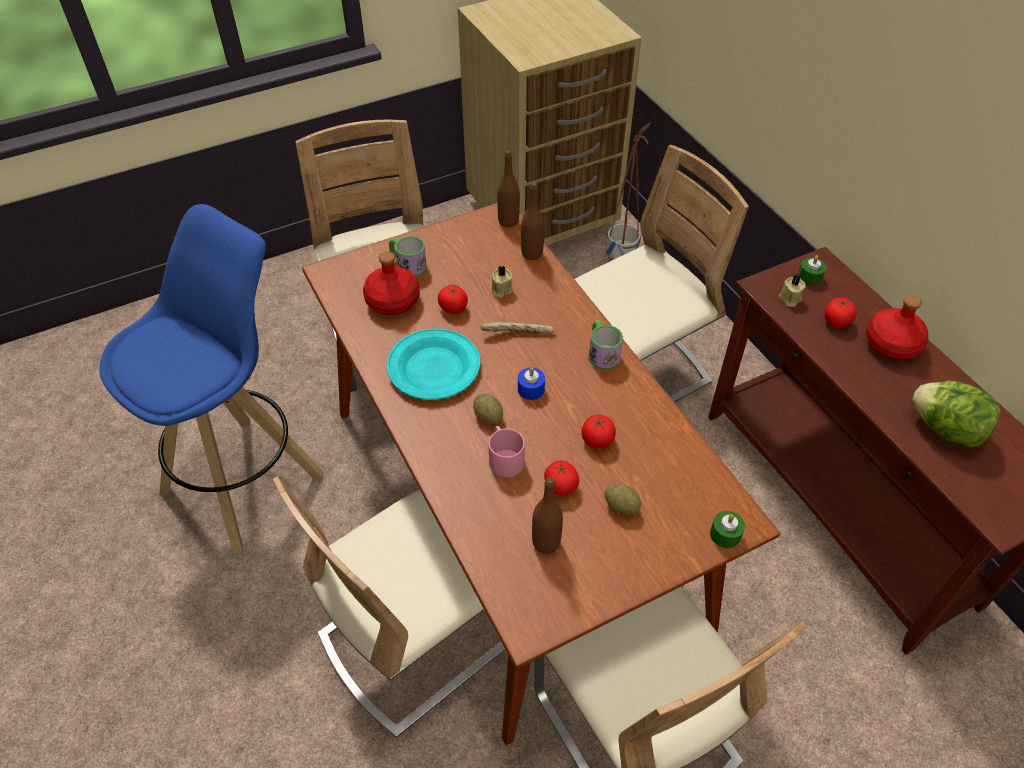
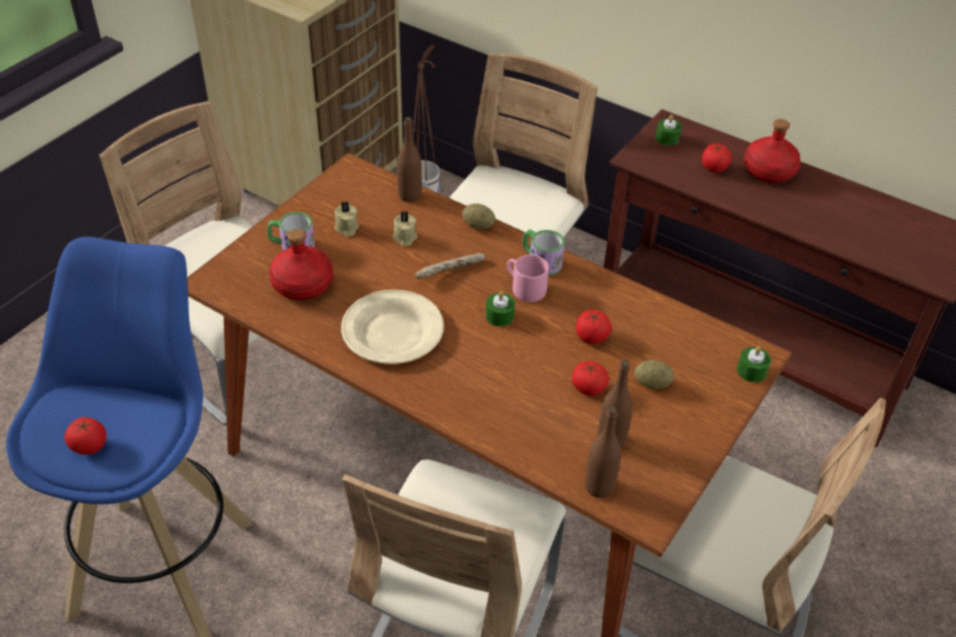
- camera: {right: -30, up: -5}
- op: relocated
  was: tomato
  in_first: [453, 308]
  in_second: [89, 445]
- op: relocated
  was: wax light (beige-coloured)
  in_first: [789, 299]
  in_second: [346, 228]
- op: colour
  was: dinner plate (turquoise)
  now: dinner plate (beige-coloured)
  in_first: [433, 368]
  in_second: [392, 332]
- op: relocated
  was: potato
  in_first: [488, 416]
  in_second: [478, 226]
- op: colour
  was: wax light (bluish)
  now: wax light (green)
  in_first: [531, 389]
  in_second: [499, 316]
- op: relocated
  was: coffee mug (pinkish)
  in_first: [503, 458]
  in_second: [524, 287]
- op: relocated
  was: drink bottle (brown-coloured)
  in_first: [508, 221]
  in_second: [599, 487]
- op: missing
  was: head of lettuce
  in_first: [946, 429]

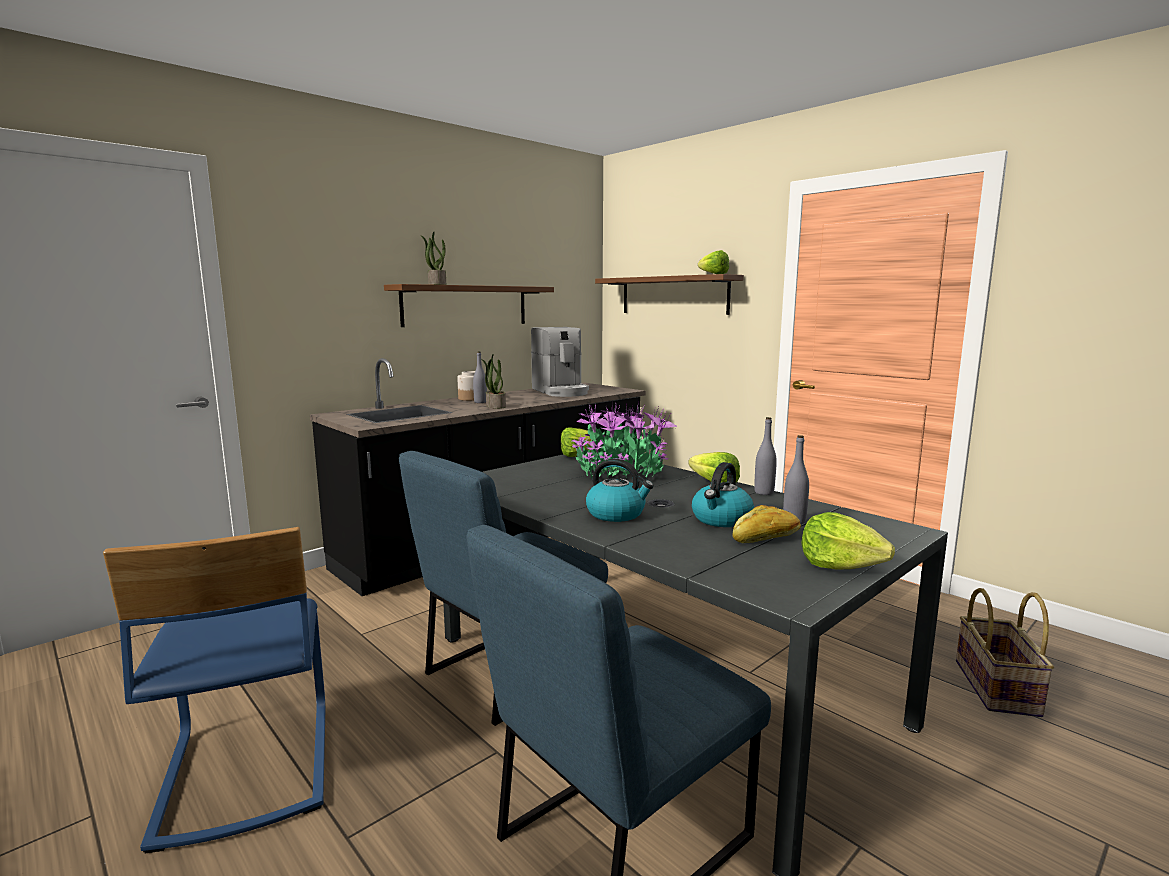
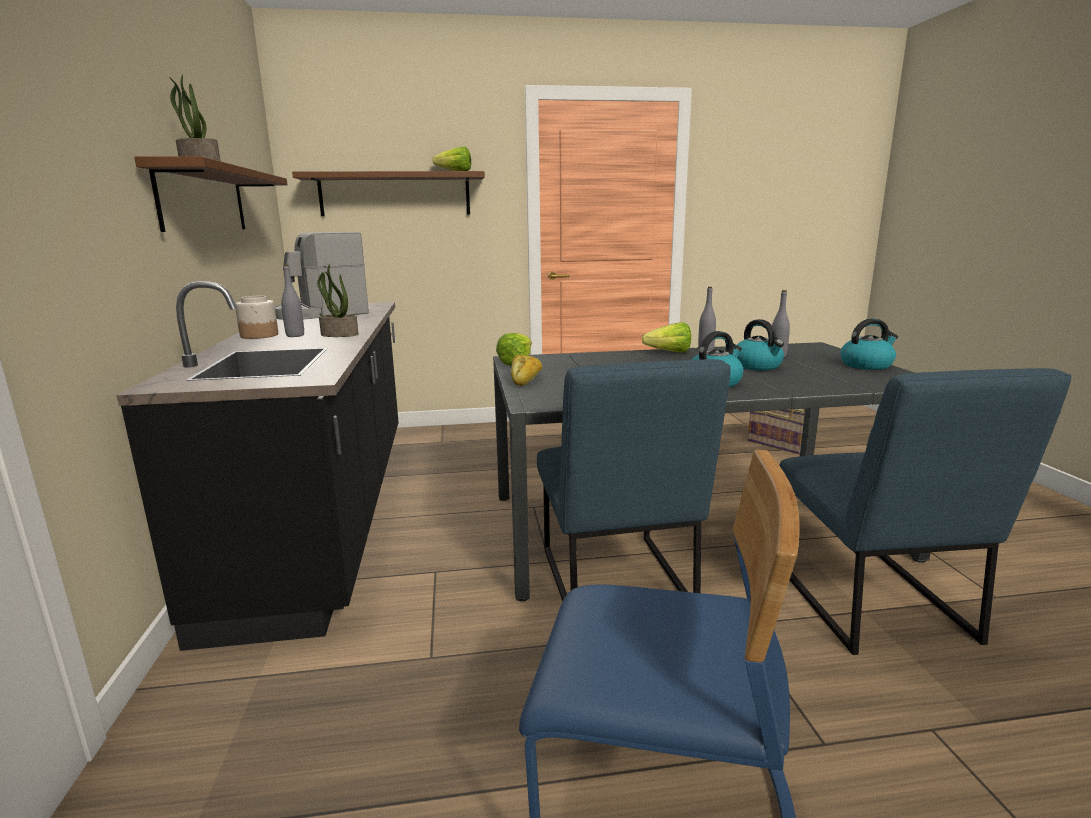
- camera: {right: -55, up: 5}
- op: spun
  was: coffee brewer
  in_first: [561, 391]
  in_second: [322, 314]
  clockwise: 135
- op: relocated
  was: bakery bread
  in_first: [766, 538]
  in_second: [526, 379]
- op: exchanged
  was: head of lettuce
  now: water kettle
  in_first: [840, 564]
  in_second: [866, 365]
- op: missing
  was: houseplant
  in_first: [621, 473]

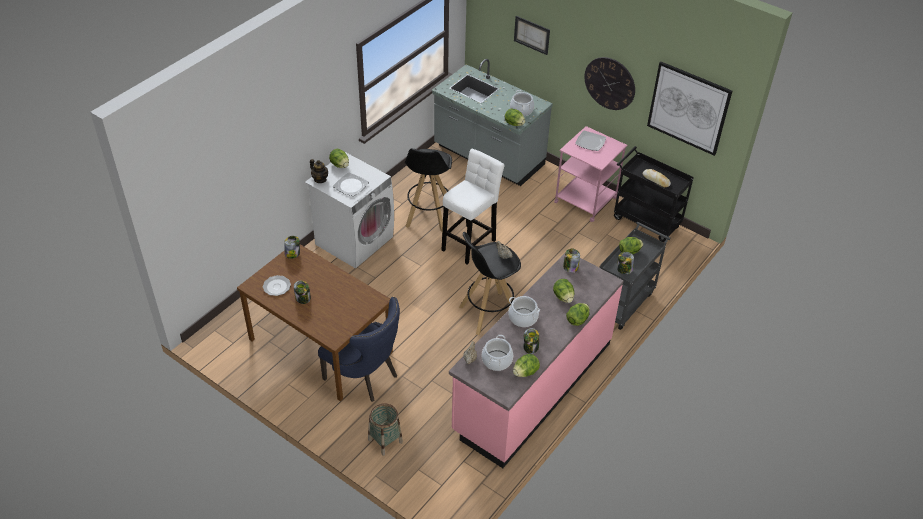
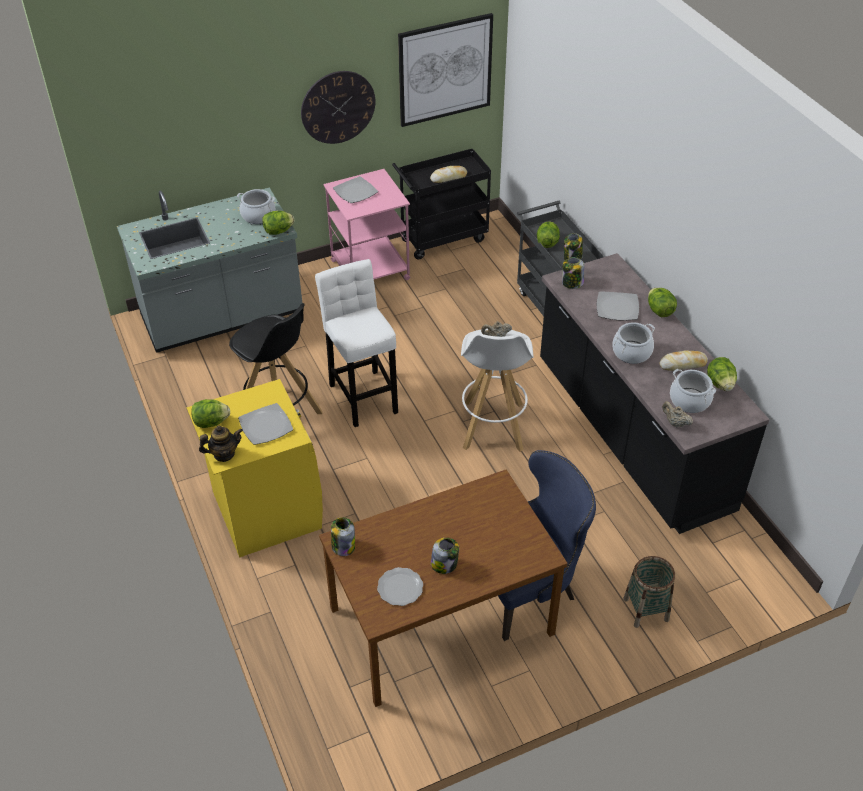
- camera: {right: -60, up: 0}
- op: colour
  was: laundry machine (white)
  now: laundry machine (yellow)
  in_first: [354, 239]
  in_second: [264, 509]
- op: colour
  was: stool seat (blackish)
  now: stool seat (white)
  in_first: [488, 313]
  in_second: [493, 426]
- op: colour
  was: counter (pinkish)
  now: counter (blackish)
  in_first: [532, 386]
  in_second: [631, 435]
- op: exchanged
  was: head of lettuce
  now: dinner plate
  in_first: [563, 297]
  in_second: [617, 307]
- op: exchanged
  was: storage jar
  now: bakery bread
  in_first: [531, 347]
  in_second: [683, 364]
- op: missing
  was: wall picture
  in_first: [532, 35]

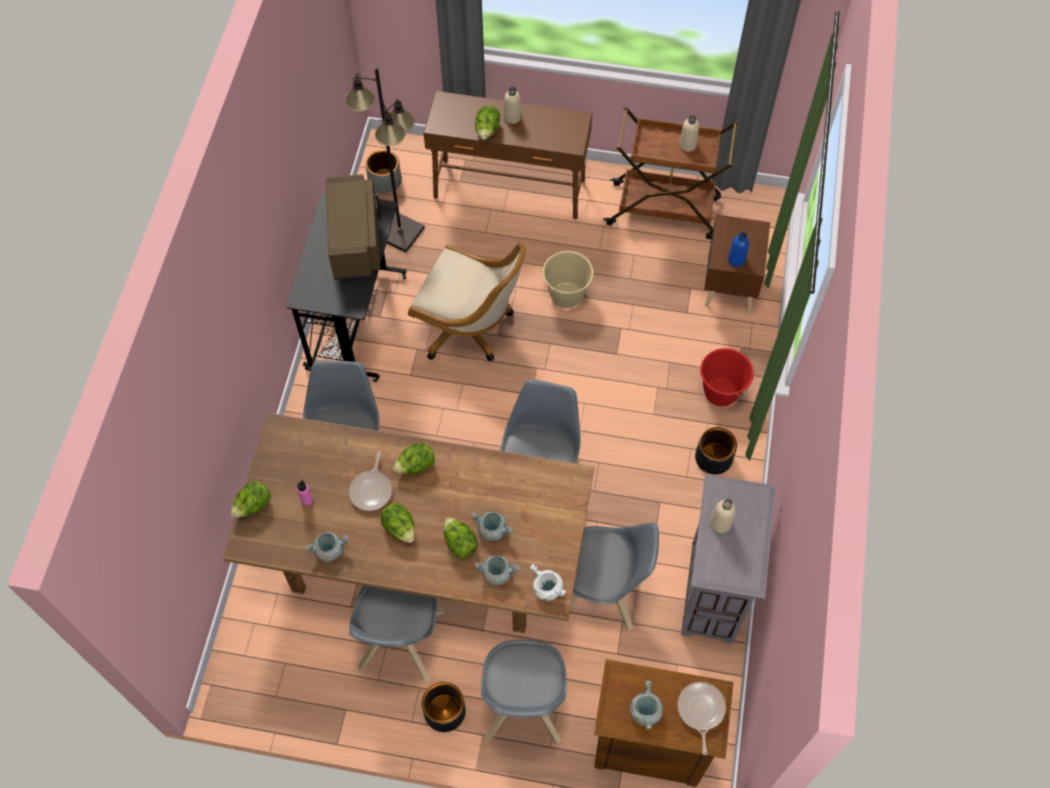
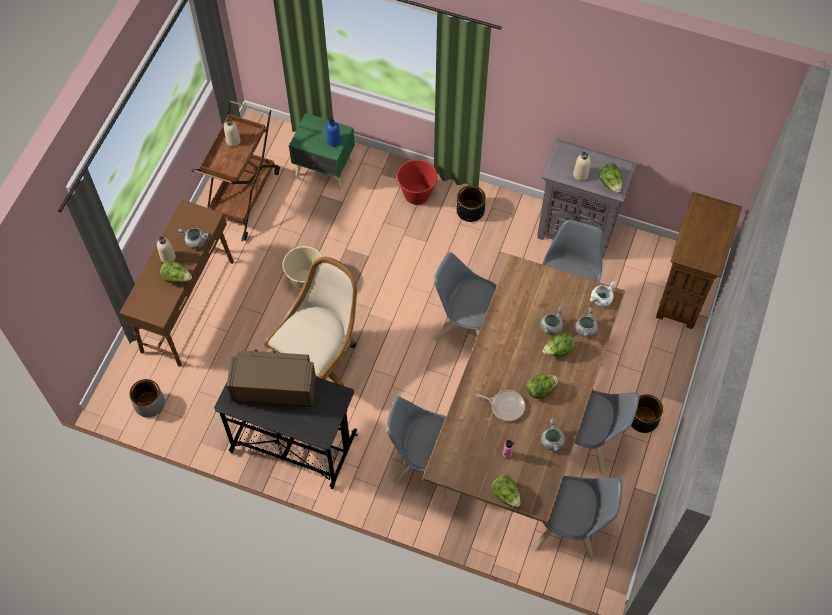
- camera: {right: -80, up: 0}
- op: relocated
  was: stockpot (grey)
  in_first: [644, 711]
  in_second: [195, 242]
- op: colour
  was: nightstand (brown-coloured)
  now: nightstand (green)
  in_first: [728, 286]
  in_second: [325, 170]
- op: relocated
  was: chair (grey)
  in_first: [523, 705]
  in_second: [570, 528]
- op: relocated
  was: head of lettuce
  in_first: [416, 466]
  in_second: [610, 184]
- op: missing
  was: standing lamp (blackish)
  in_first: [400, 232]
- op: missing
  was: pan
  in_first: [700, 711]

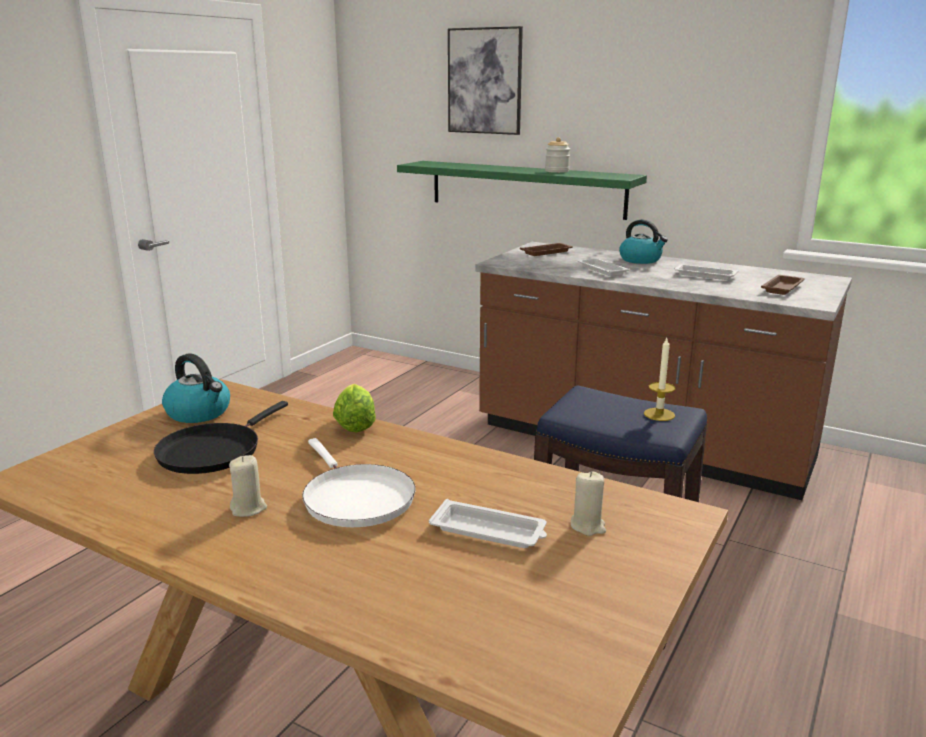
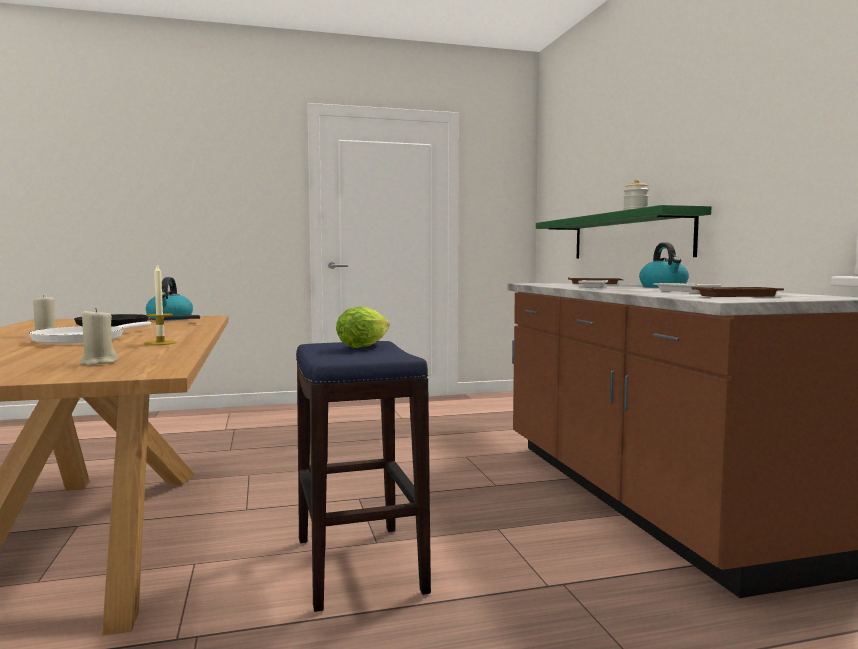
- camera: {right: 45, up: -15}
- op: relocated
  was: wax light
  in_first: [659, 414]
  in_second: [160, 343]
- op: relocated
  was: head of lettuce
  in_first: [355, 424]
  in_second: [365, 346]
- op: missing
  was: serving tray (white)
  in_first: [490, 531]
- op: missing
  was: wall picture
  in_first: [485, 81]

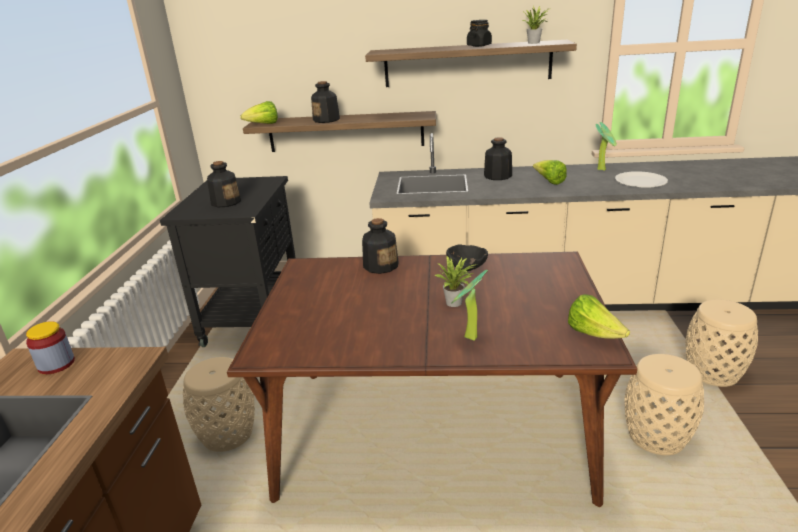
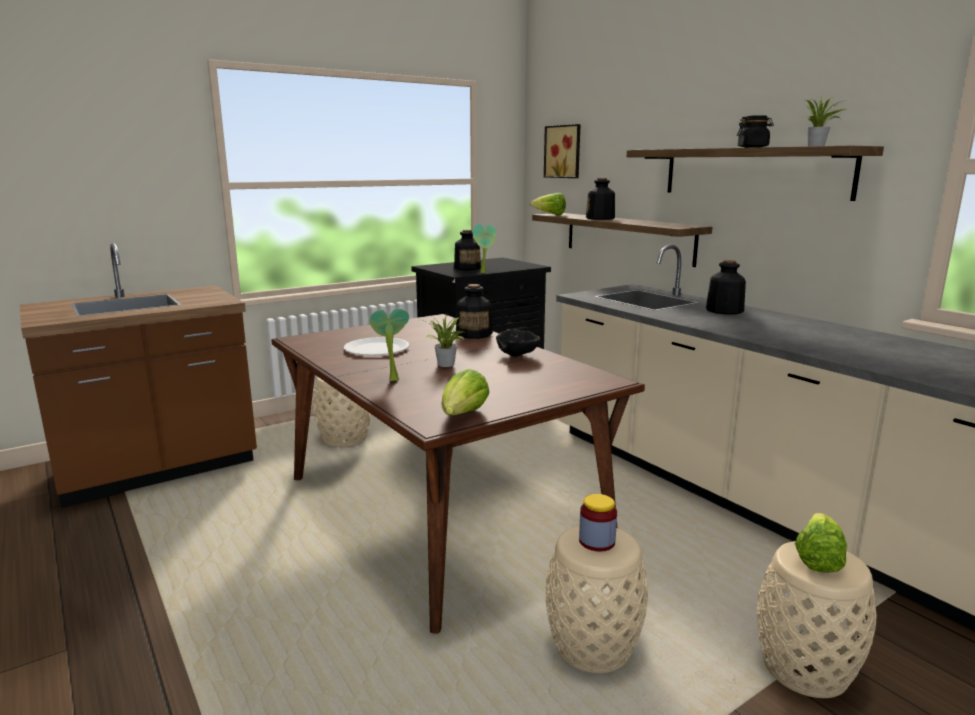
- camera: {right: 50, up: -10}
- op: relocated
  was: dinner plate (white)
  in_first: [640, 181]
  in_second: [376, 349]
- op: relocated
  was: houseplant
  in_first: [602, 169]
  in_second: [484, 272]
- op: appeared
  now: wall picture
  in_second: [564, 151]
- op: relocated
  was: storage jar
  in_first: [56, 364]
  in_second: [597, 541]
- op: relocated
  was: head of lettuce
  in_first: [549, 181]
  in_second: [817, 559]

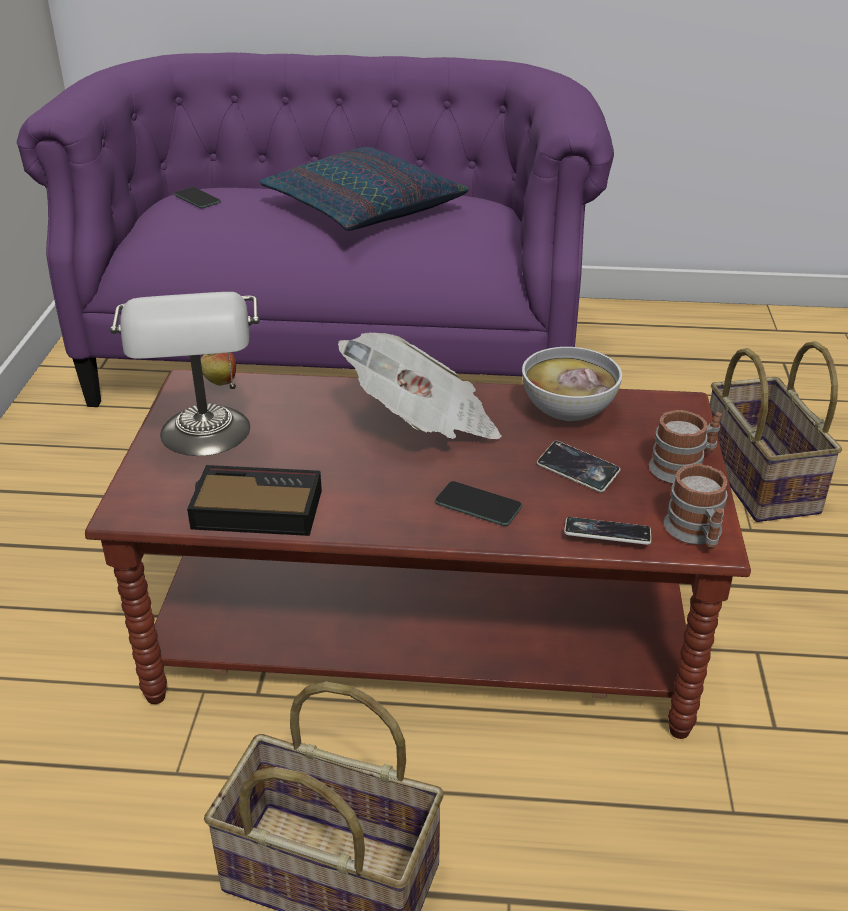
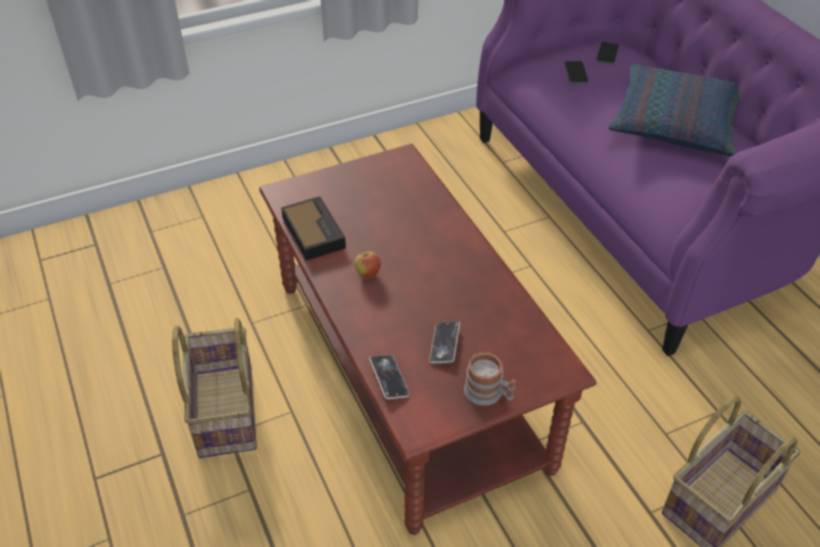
- camera: {right: 60, up: 10}
- op: relocated
  was: whole apple
  in_first: [220, 383]
  in_second: [367, 274]
- op: relocated
  was: phone
  in_first: [478, 505]
  in_second: [576, 73]
- op: missing
  was: table lamp (white)
  in_first: [207, 441]
- op: missing
  was: daily paper
  in_first: [423, 423]
- op: missing
  was: bowl
  in_first: [567, 413]
- op: missing
  was: coffee mug
  in_first: [696, 534]

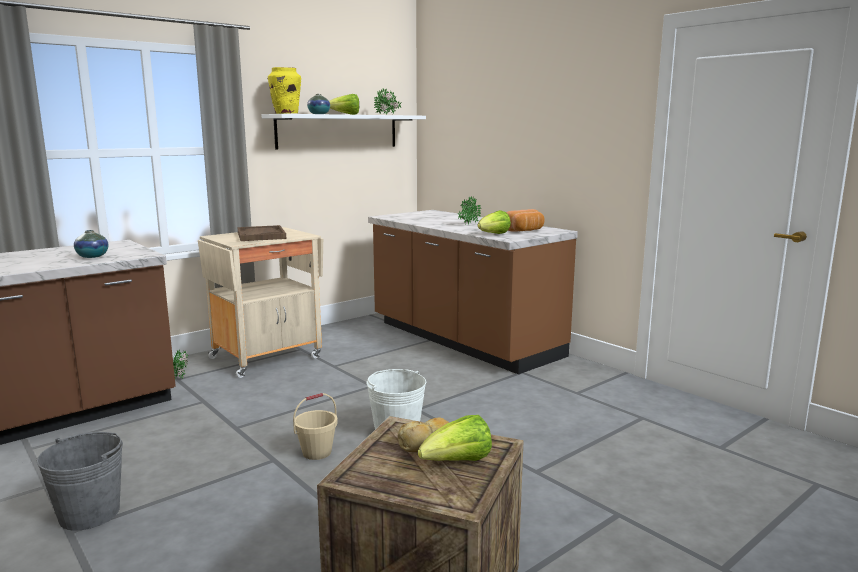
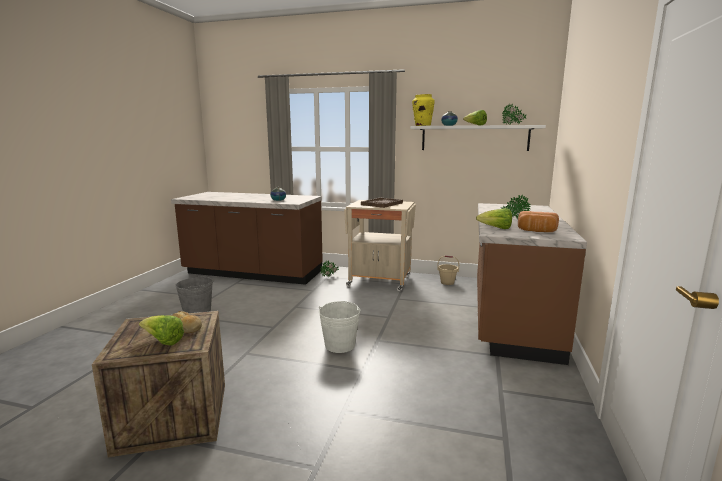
- camera: {right: 55, up: 0}
- op: relocated
  was: pail (beige-coloured)
  in_first: [317, 452]
  in_second: [447, 282]

